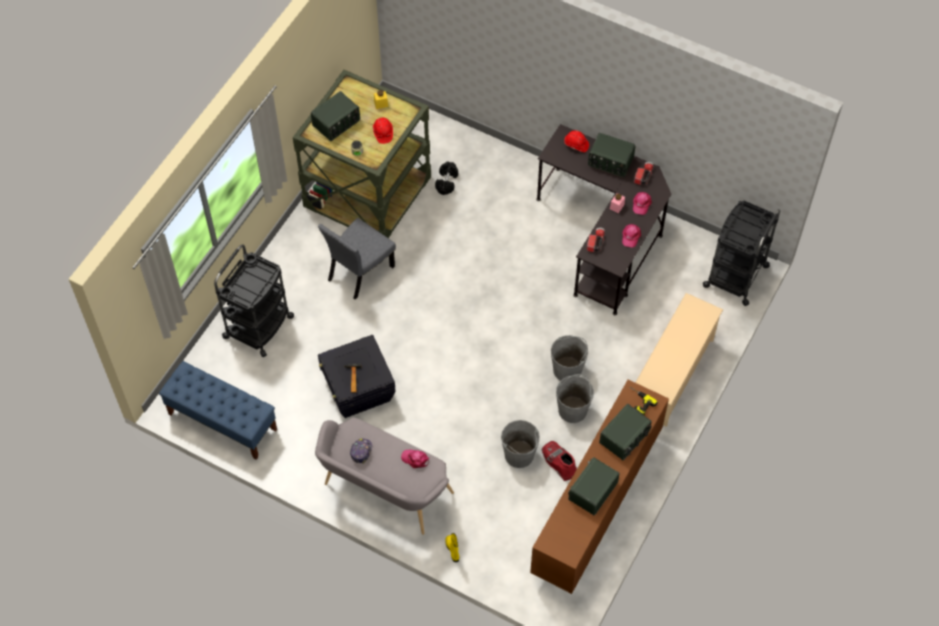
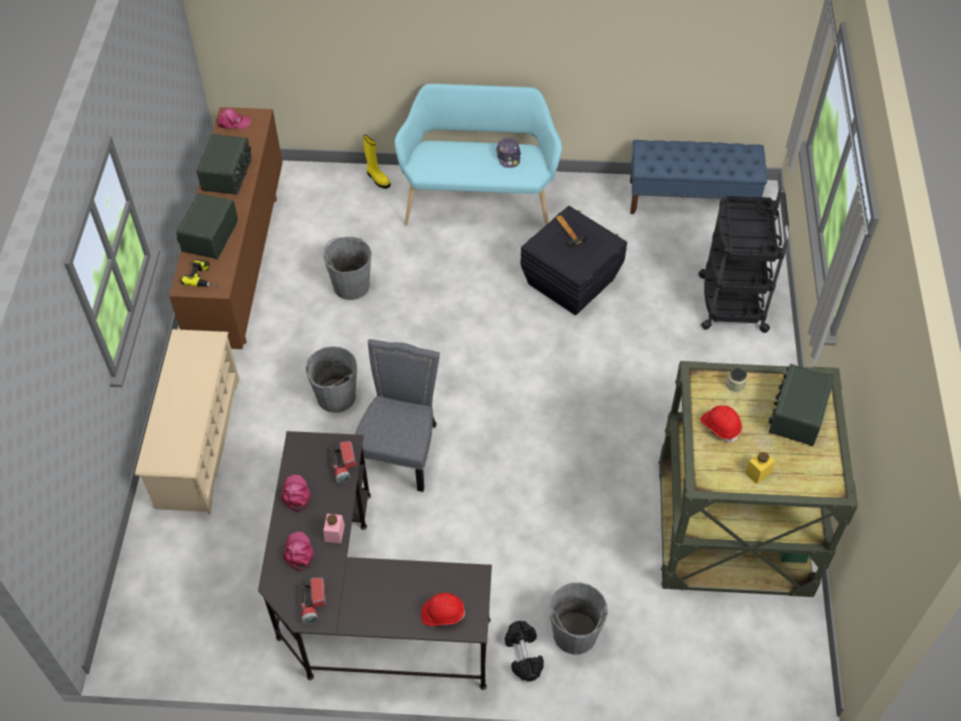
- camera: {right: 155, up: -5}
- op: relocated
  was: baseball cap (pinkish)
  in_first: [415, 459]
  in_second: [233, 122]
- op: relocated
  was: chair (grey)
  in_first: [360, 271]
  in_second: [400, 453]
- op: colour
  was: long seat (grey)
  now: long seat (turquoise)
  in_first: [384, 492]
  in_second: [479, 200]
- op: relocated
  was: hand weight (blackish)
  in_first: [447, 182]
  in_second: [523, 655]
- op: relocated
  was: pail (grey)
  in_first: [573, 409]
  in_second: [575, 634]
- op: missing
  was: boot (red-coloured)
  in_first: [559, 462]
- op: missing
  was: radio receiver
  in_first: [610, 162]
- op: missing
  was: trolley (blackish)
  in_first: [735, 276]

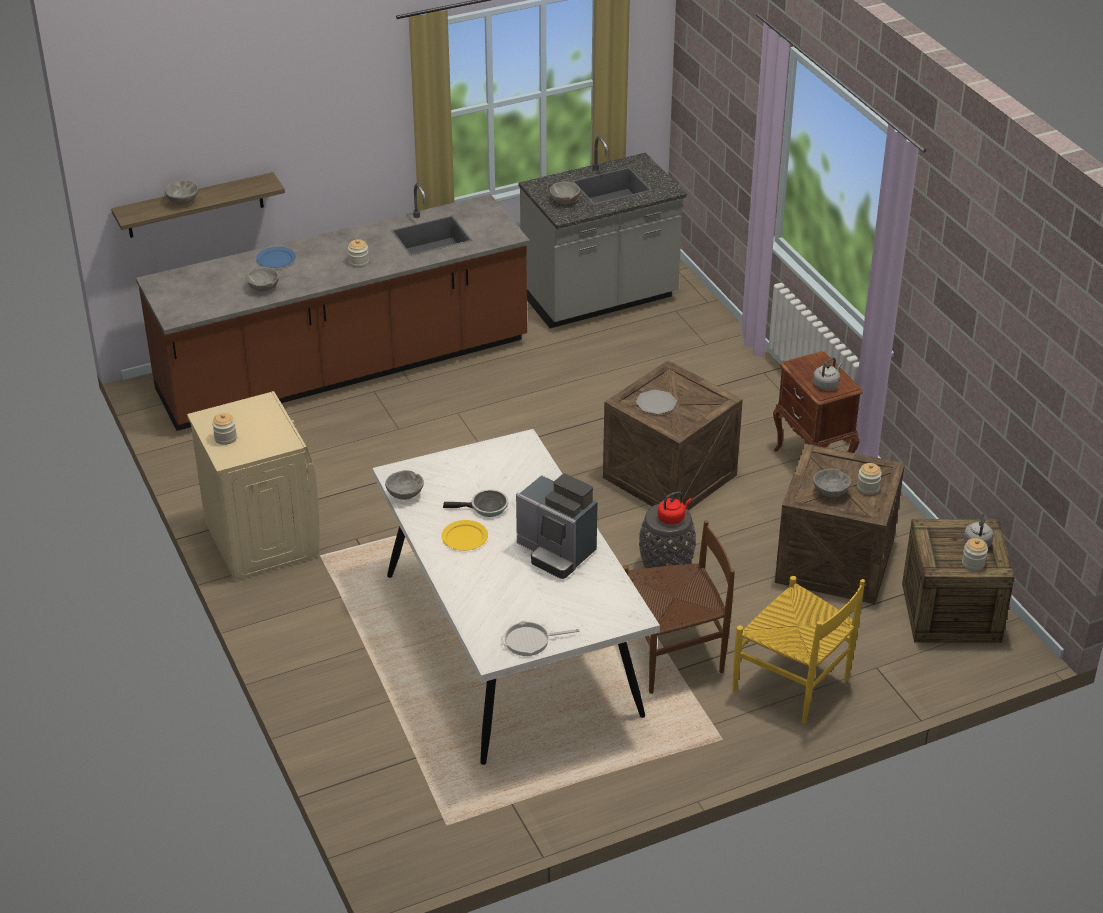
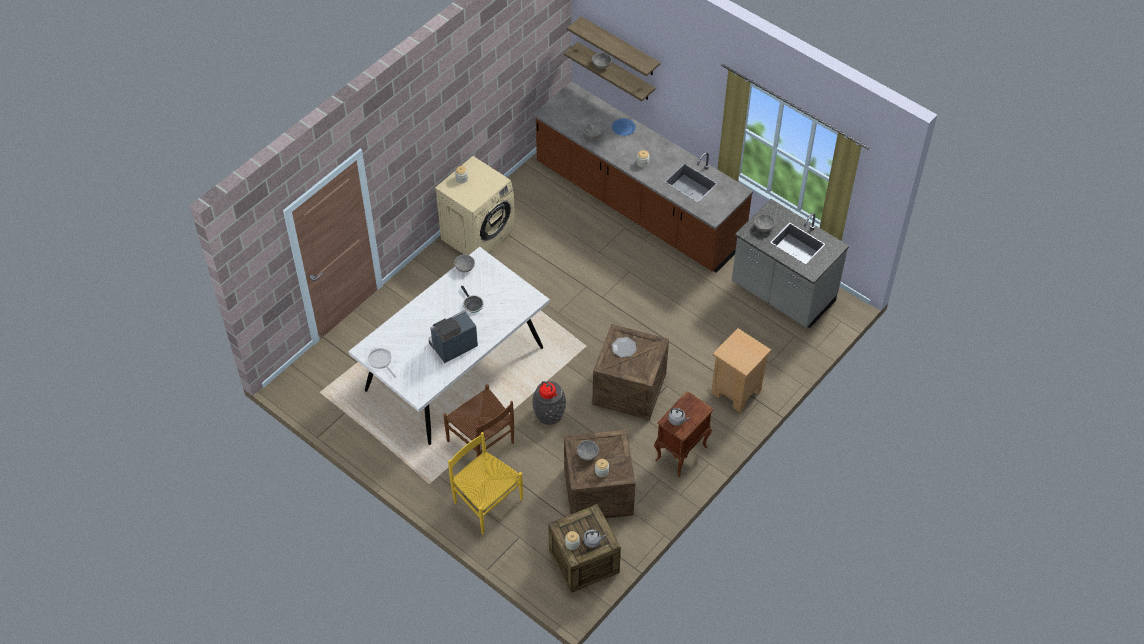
- camera: {right: 65, up: 15}
- op: spun
  was: coffee brewer
  in_first: [556, 552]
  in_second: [452, 346]
  clockwise: 45
- op: spun
  was: chair (yellow)
  in_first: [793, 684]
  in_second: [486, 502]
  clockwise: 120
- op: appeared
  now: bracket shelf
  in_second: [619, 47]
- op: appeared
  now: nightstand (beige-coloured)
  in_second: [735, 391]
- op: missing
  was: dinner plate (yellow)
  in_first: [465, 537]

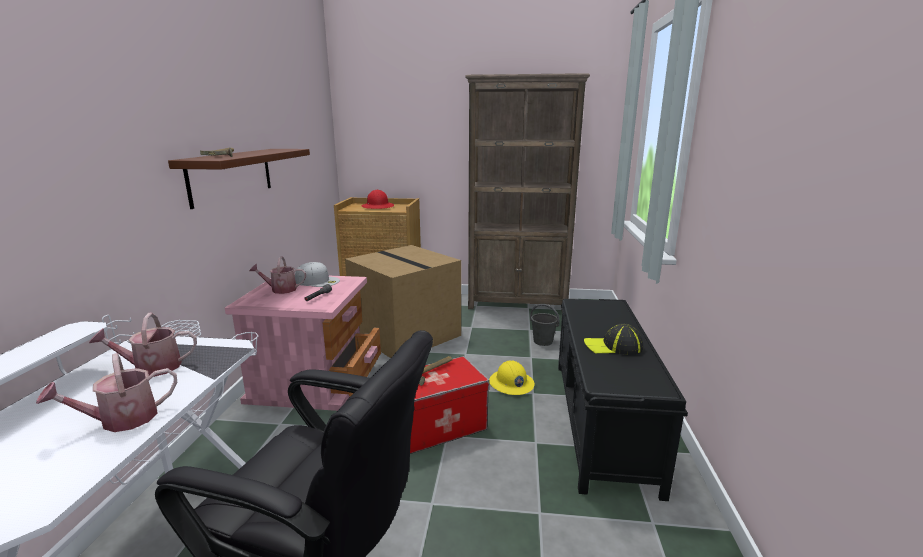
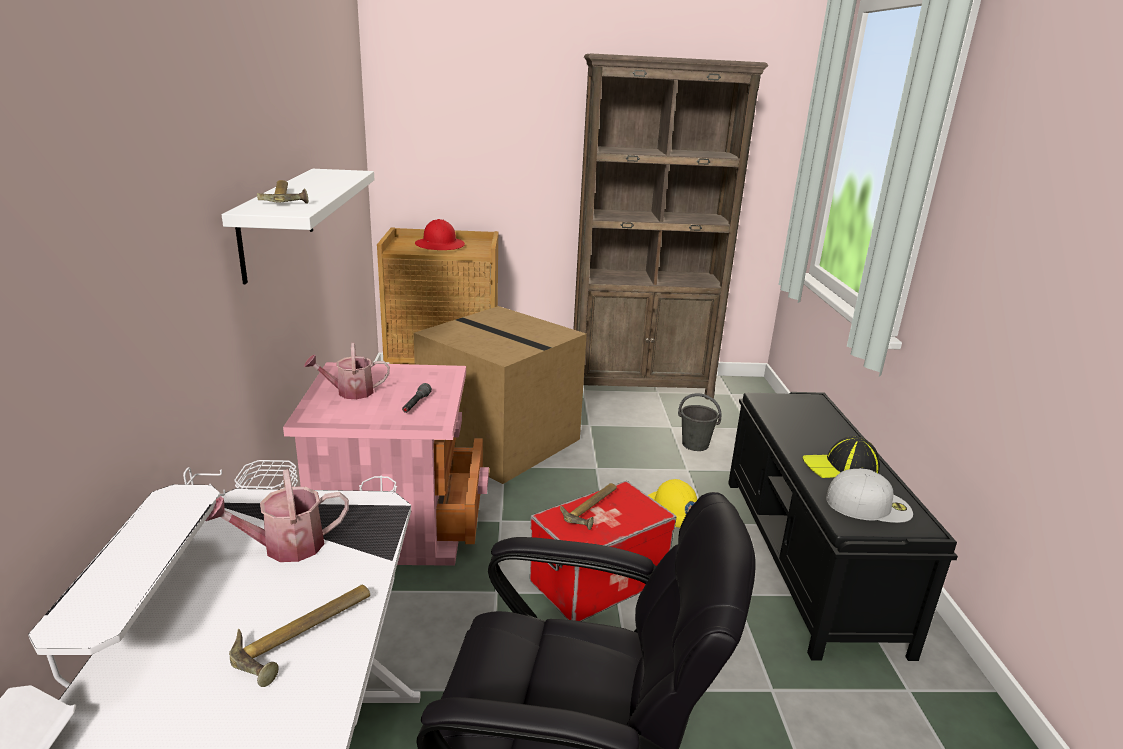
- camera: {right: -10, up: 5}
- op: colour
  was: bracket shelf (brown-coloured)
  now: bracket shelf (white)
  in_first: [232, 175]
  in_second: [278, 221]
- op: exchanged
  was: sprinkling can
  now: hand hammer
  in_first: [121, 420]
  in_second: [307, 635]
- op: relocated
  was: baseball cap (white)
  in_first: [318, 281]
  in_second: [869, 504]

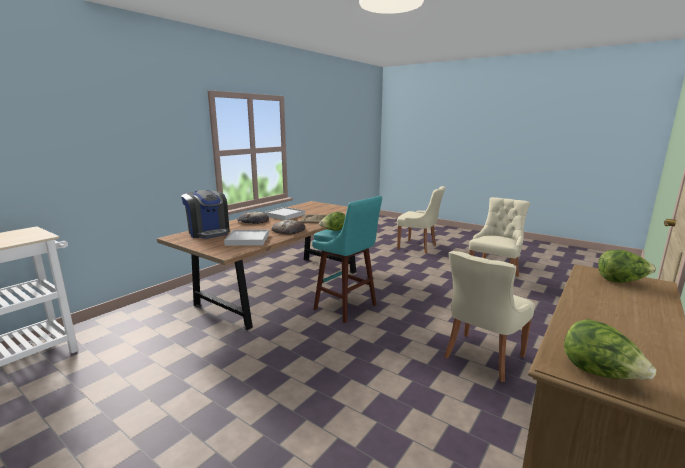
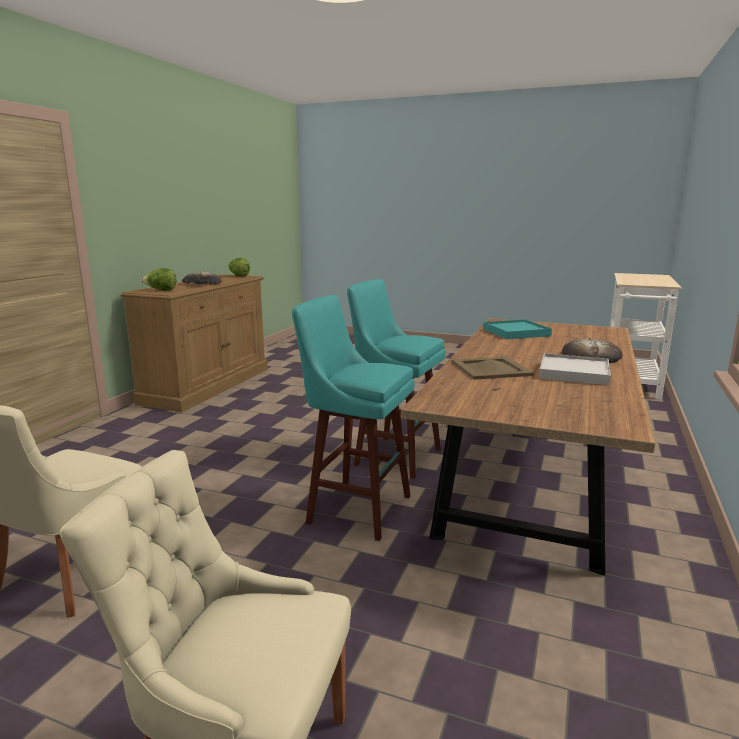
- camera: {right: 165, up: 0}
- op: relocated
  was: bakery bread
  in_first: [288, 230]
  in_second: [201, 284]
- op: appeared
  now: stool seat (turquoise)
  in_second: [356, 508]
- op: colour
  was: serving tray (white)
  now: serving tray (turquoise)
  in_first: [247, 240]
  in_second: [516, 332]
- op: missing
  was: coffee brewer
  in_first: [208, 232]
- op: missing
  was: head of lettuce
  in_first: [333, 231]
- op: missing
  was: chair (beige-coloured)
  in_first: [481, 357]

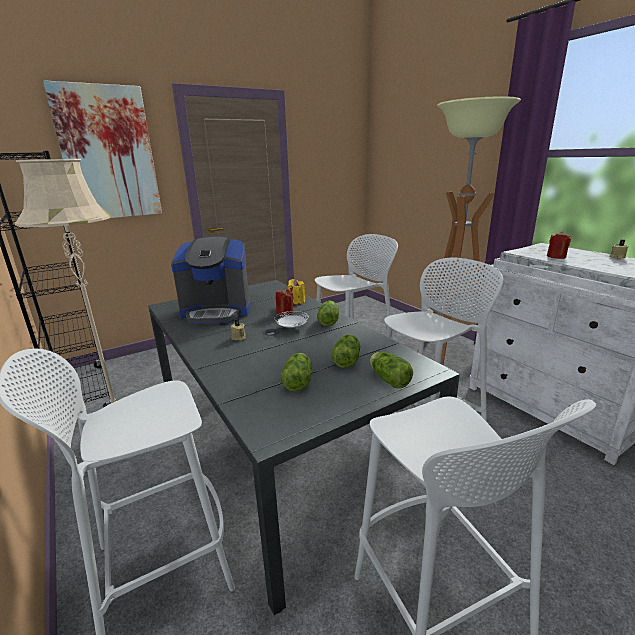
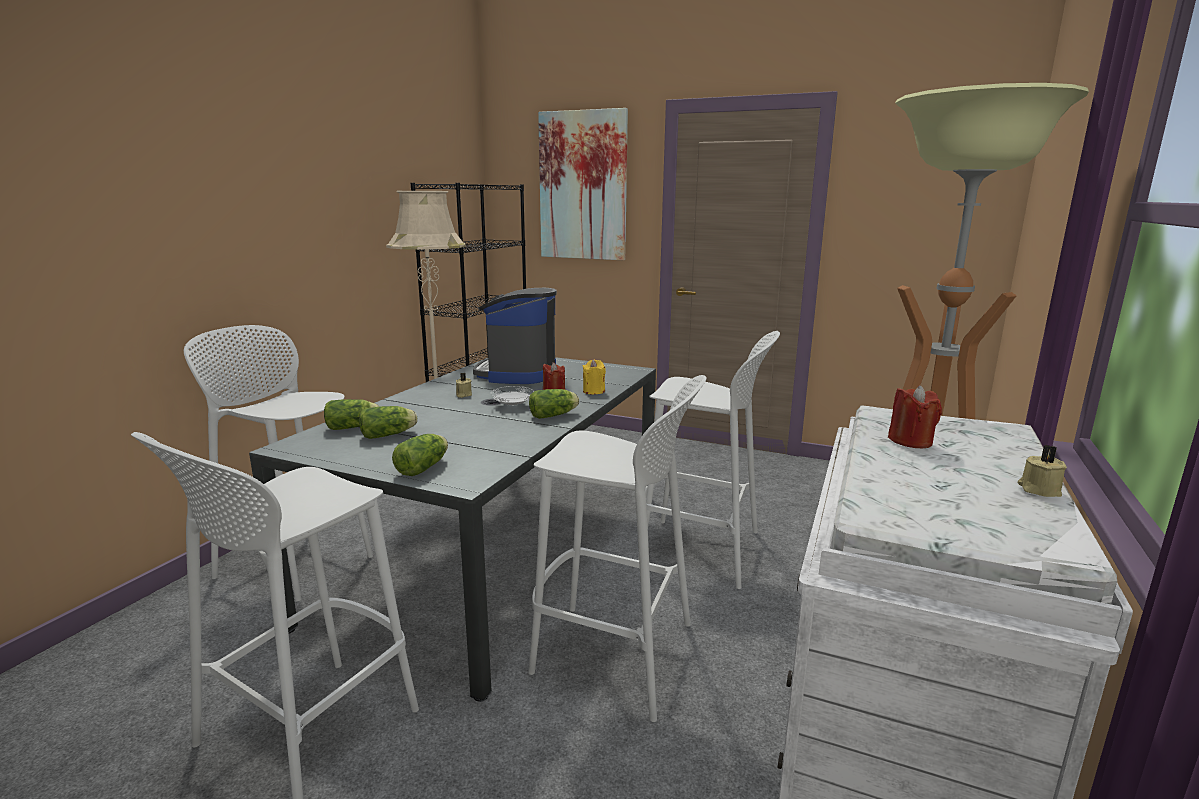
- camera: {right: 55, up: -5}
- op: relocated
  was: head of lettuce
  in_first: [347, 359]
  in_second: [354, 427]
- op: spun
  was: coffee brewer
  in_first: [217, 312]
  in_second: [517, 373]
  clockwise: 45

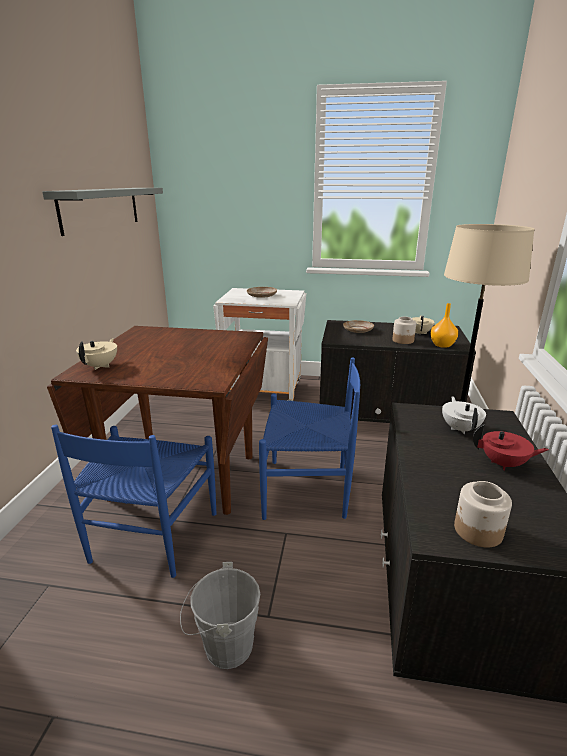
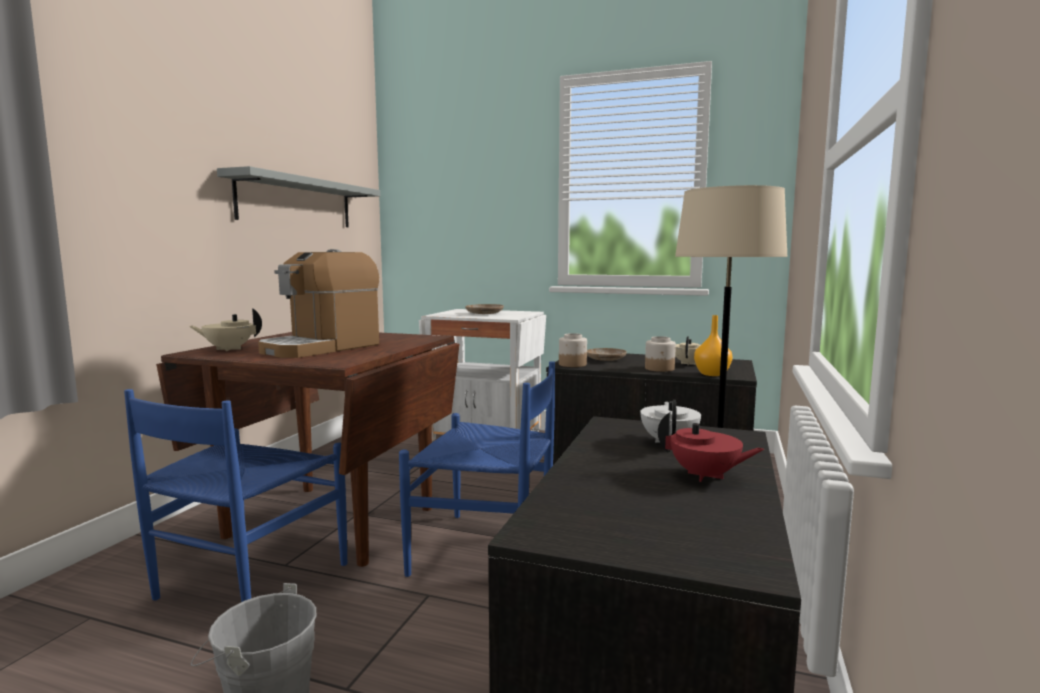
- camera: {right: 10, up: -15}
- op: spun
  was: pot for tea (beige-coloured)
  in_first: [101, 366]
  in_second: [228, 349]
  clockwise: -120
- op: appeared
  now: coffee brewer
  in_second: [321, 348]
- op: relocated
  was: storage jar
  in_first: [477, 531]
  in_second: [572, 364]

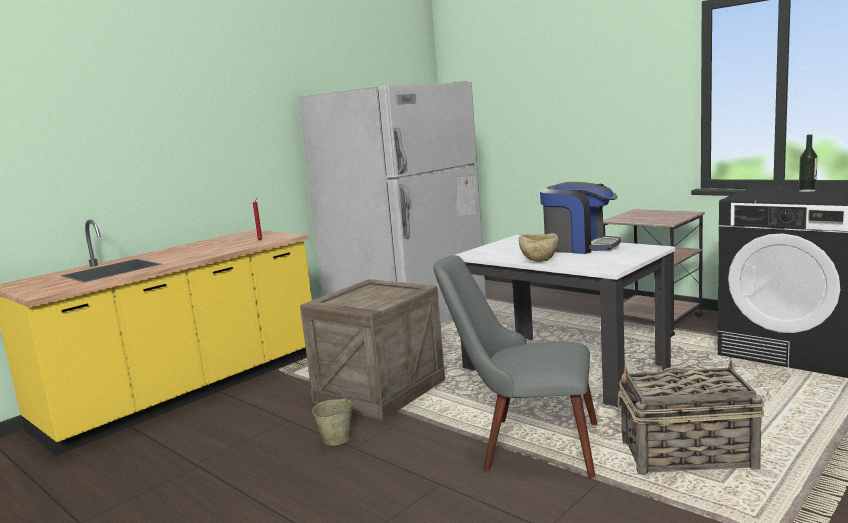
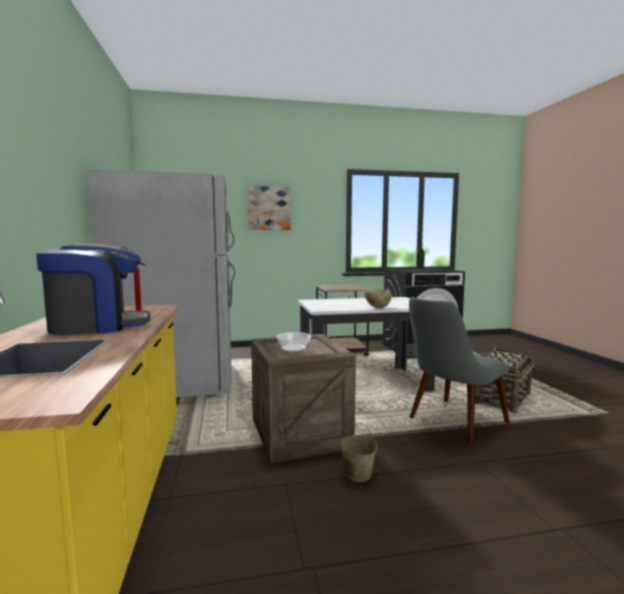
- camera: {right: -55, up: -5}
- op: relocated
  was: coffee brewer
  in_first: [579, 247]
  in_second: [98, 326]
- op: appeared
  now: wall picture
  in_second: [269, 208]
- op: appeared
  now: bowl
  in_second: [294, 348]

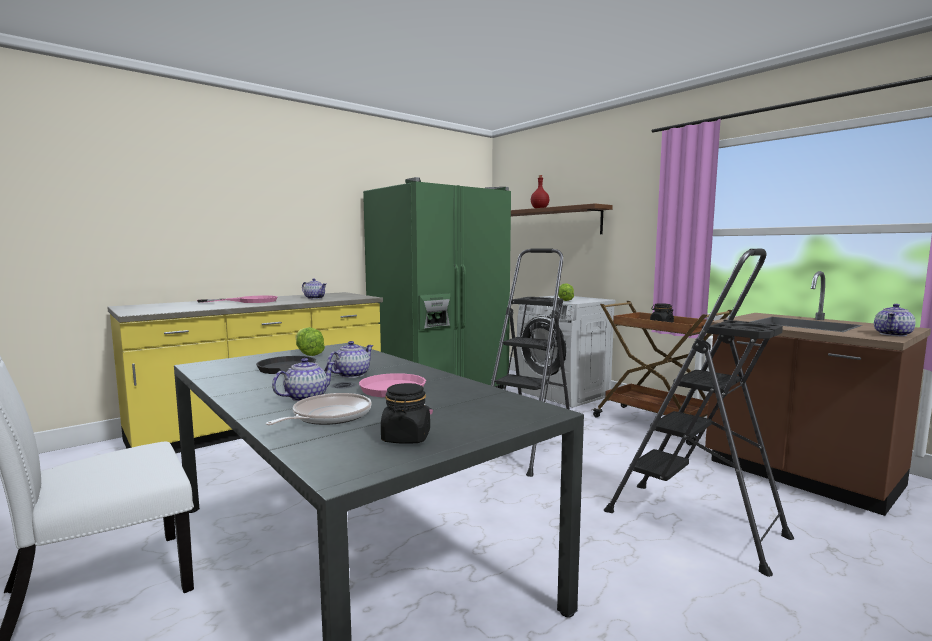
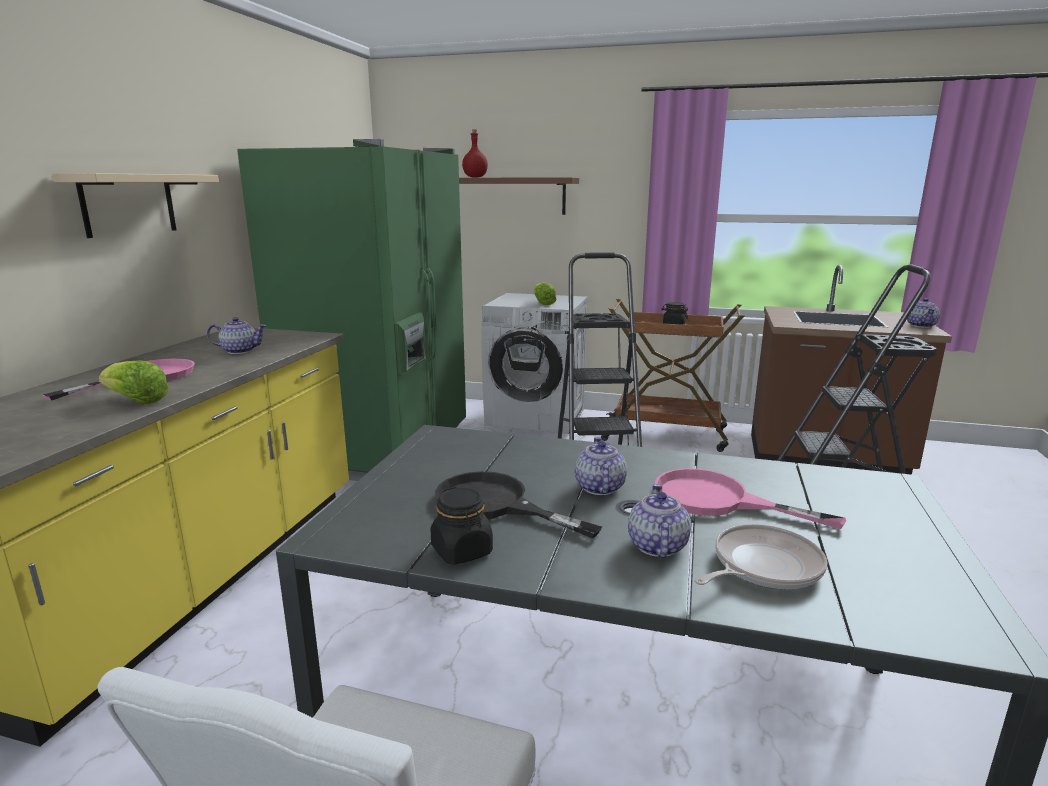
- camera: {right: -35, up: 10}
- op: appeared
  now: bracket shelf (beige-coloured)
  in_second: [129, 204]
- op: relocated
  was: head of lettuce
  in_first: [308, 353]
  in_second: [136, 400]
- op: relocated
  was: storage jar (blackish)
  in_first: [406, 438]
  in_second: [462, 551]
- op: spun
  was: pan
  in_first: [328, 416]
  in_second: [762, 566]
  clockwise: 60

